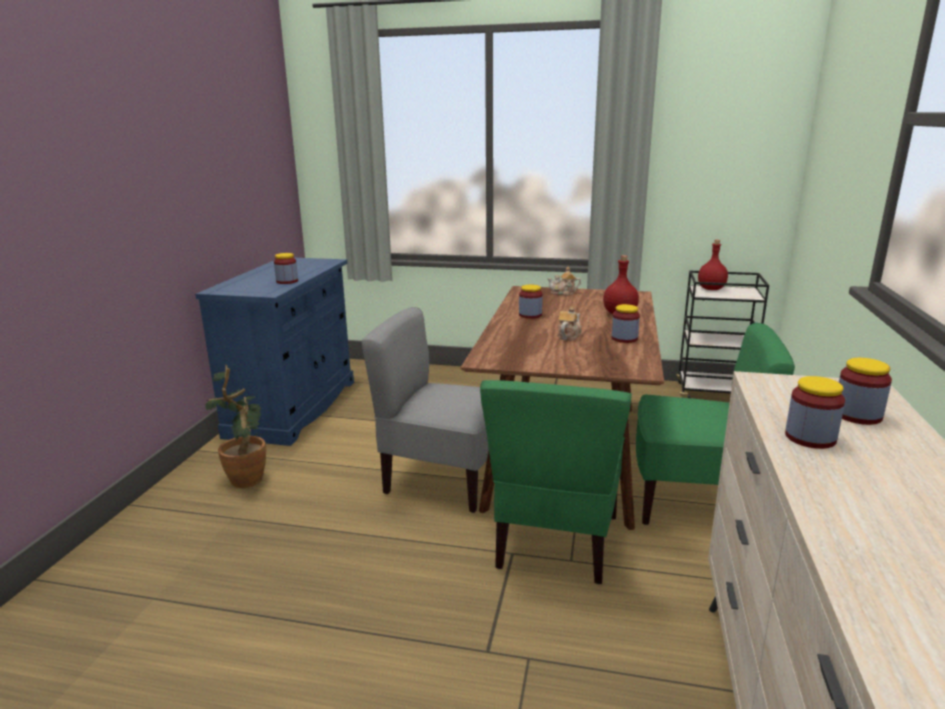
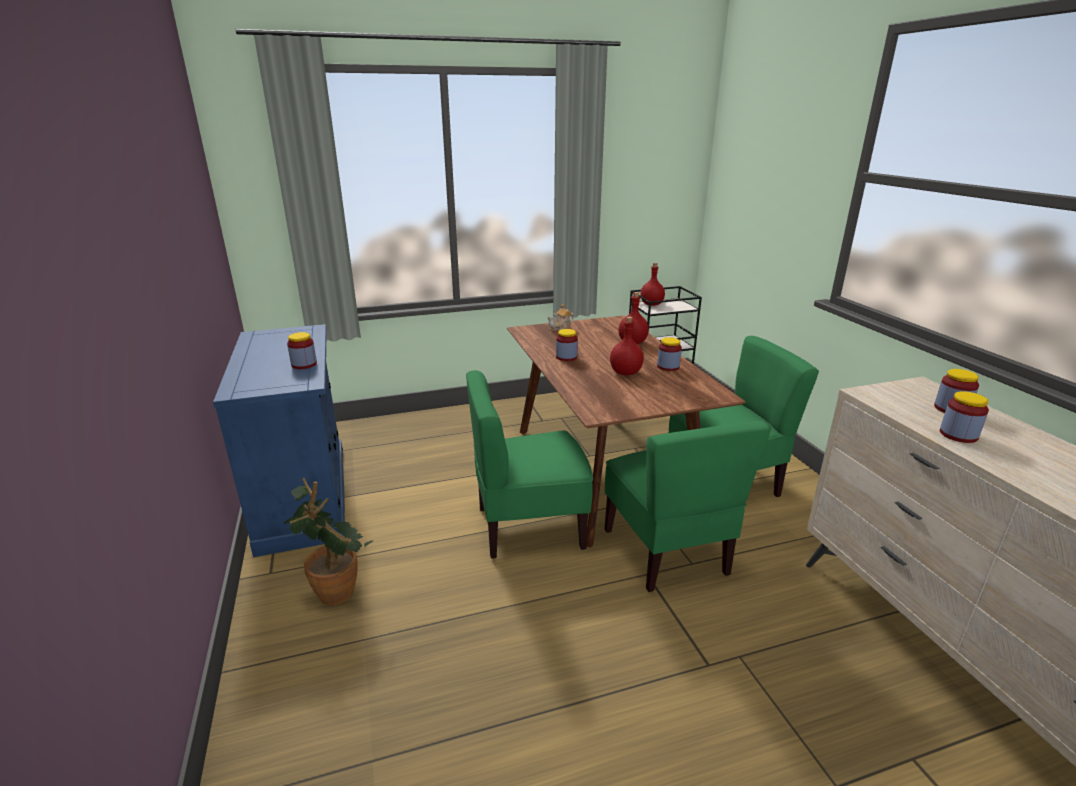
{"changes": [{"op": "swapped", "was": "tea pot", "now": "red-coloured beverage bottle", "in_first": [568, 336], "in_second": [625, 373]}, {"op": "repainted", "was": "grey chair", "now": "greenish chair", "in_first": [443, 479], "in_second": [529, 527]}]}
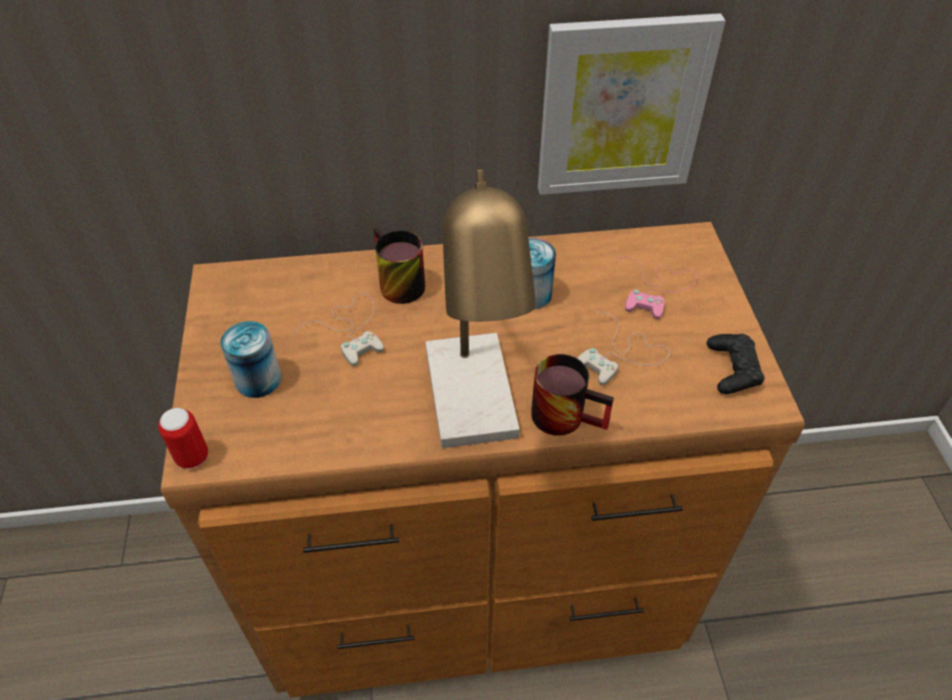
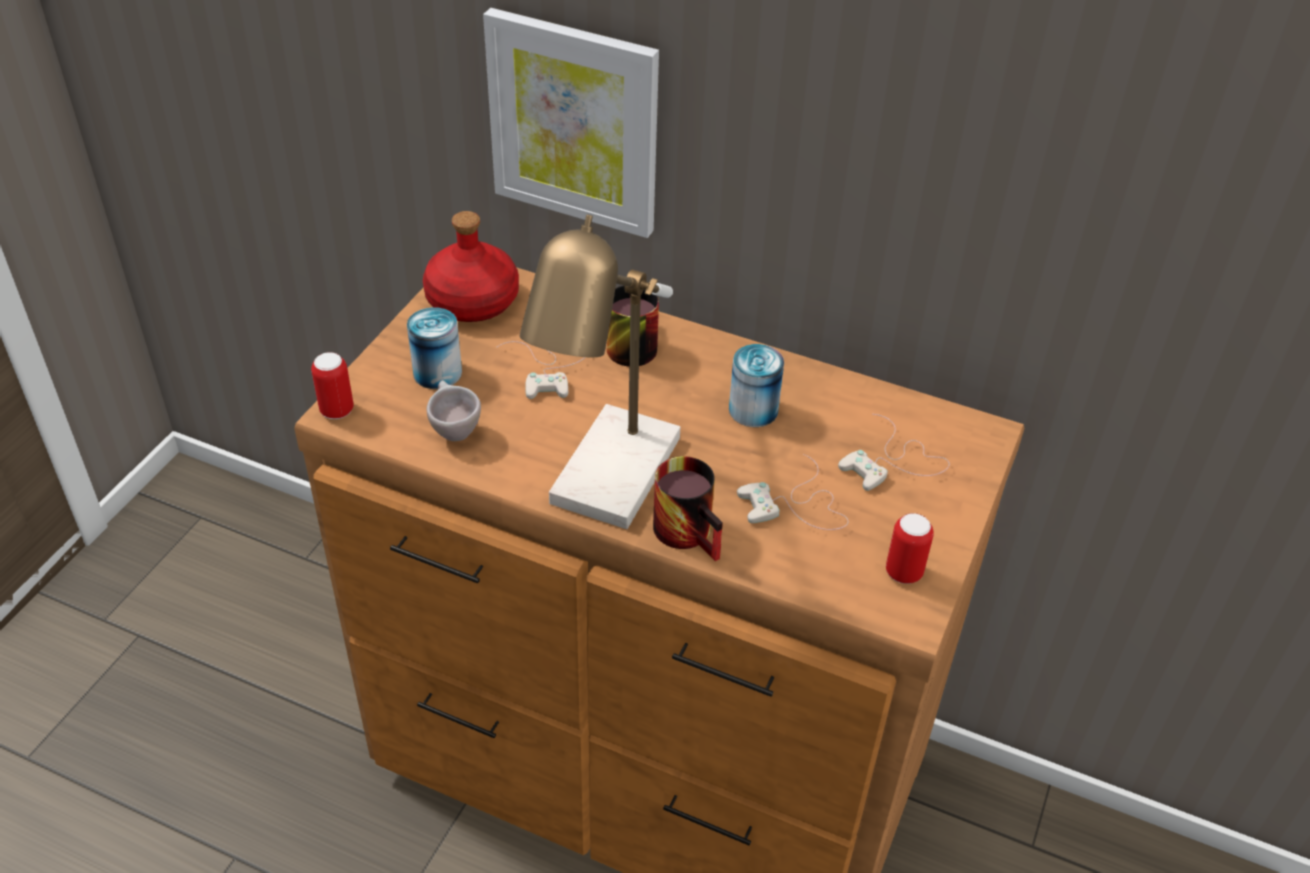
{"changes": [{"op": "new", "now": "red-coloured beverage bottle", "in_second": [471, 301]}, {"op": "new", "now": "beige small cup", "in_second": [453, 429]}, {"op": "shifted", "was": "picture", "in_first": [622, 106], "in_second": [575, 122]}, {"op": "swapped", "was": "black-coloured game controller", "now": "can", "in_first": [733, 369], "in_second": [903, 572]}, {"op": "repainted", "was": "pink-coloured game controller", "now": "white-coloured game controller", "in_first": [656, 288], "in_second": [894, 462]}]}
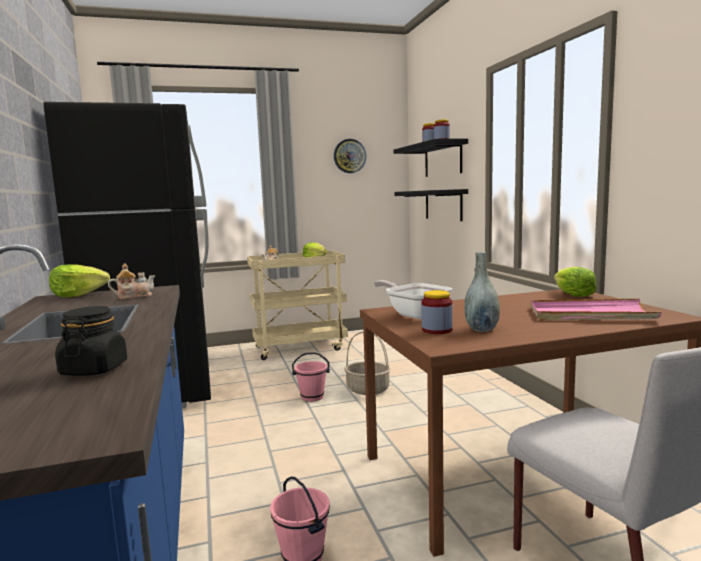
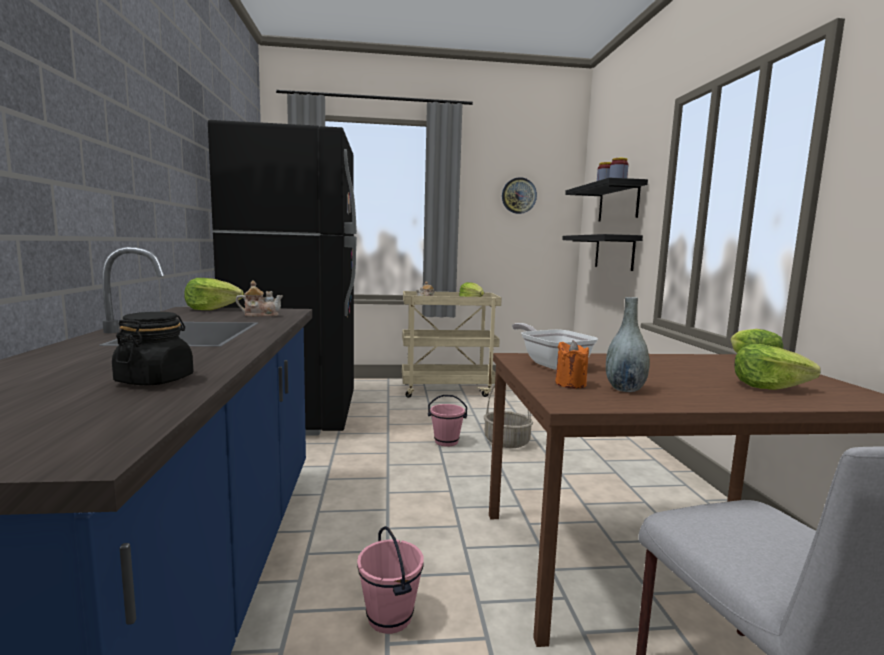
{"changes": [{"op": "swapped", "was": "jar", "now": "orange-coloured wax candle", "in_first": [437, 330], "in_second": [570, 384]}, {"op": "swapped", "was": "pink-coloured serving tray", "now": "head of lettuce", "in_first": [589, 314], "in_second": [768, 387]}]}
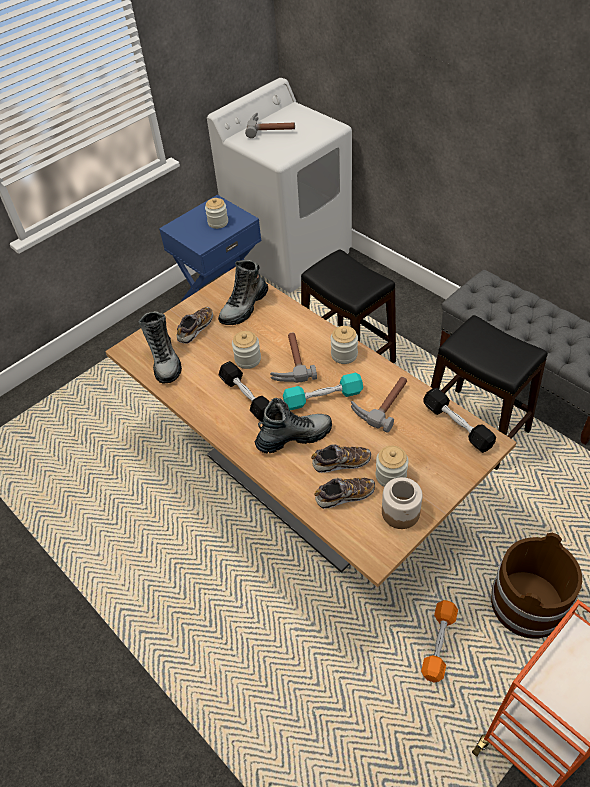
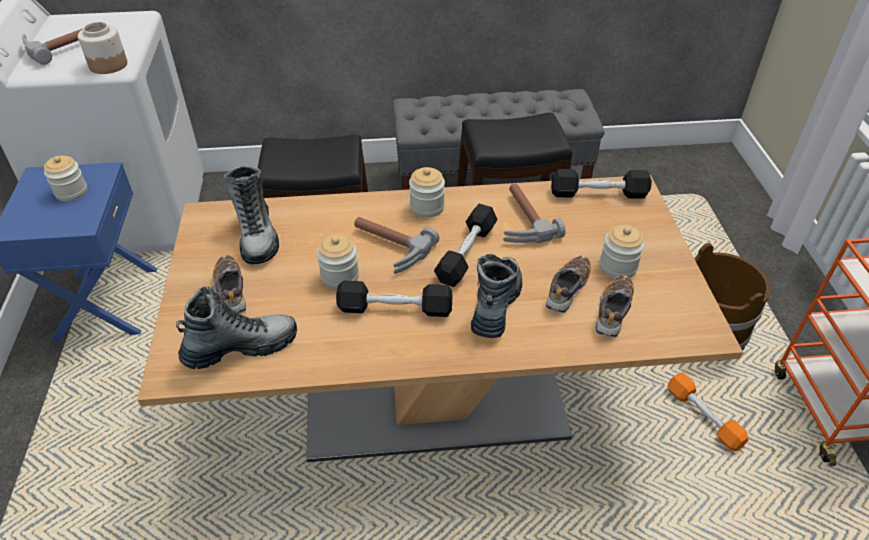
{"changes": [{"op": "shifted", "was": "jar", "in_first": [401, 512], "in_second": [108, 65]}, {"op": "repainted", "was": "blue-green dumbbell", "now": "black-coloured dumbbell", "in_first": [323, 398], "in_second": [466, 253]}, {"op": "rotated", "was": "boot", "in_first": [165, 360], "in_second": [241, 347], "clockwise": -45}]}
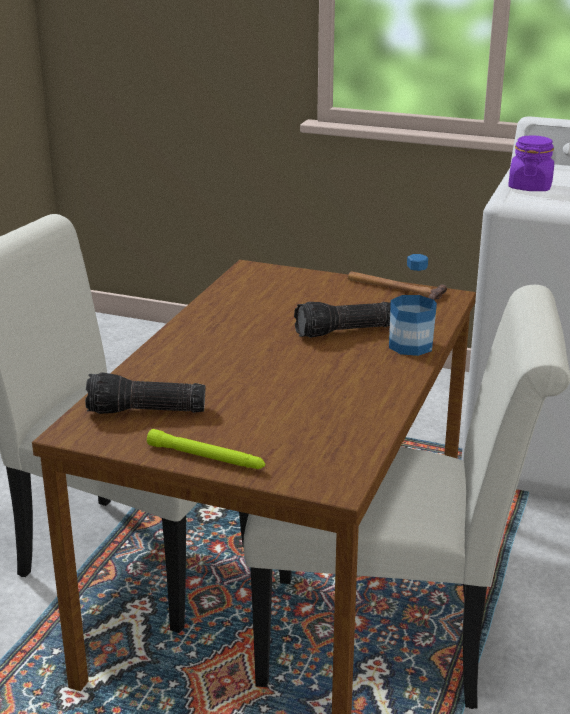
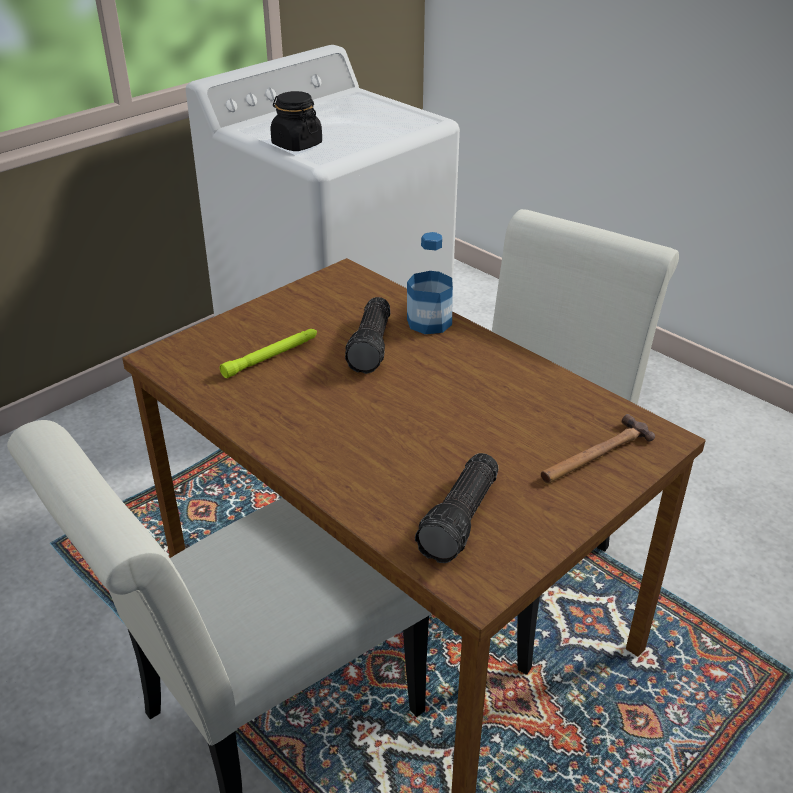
{"changes": [{"op": "shifted", "was": "greenish flashlight", "in_first": [206, 457], "in_second": [271, 357]}, {"op": "shifted", "was": "hand hammer", "in_first": [394, 288], "in_second": [594, 455]}, {"op": "repainted", "was": "purple-coloured jar", "now": "black-coloured jar", "in_first": [530, 187], "in_second": [296, 144]}]}
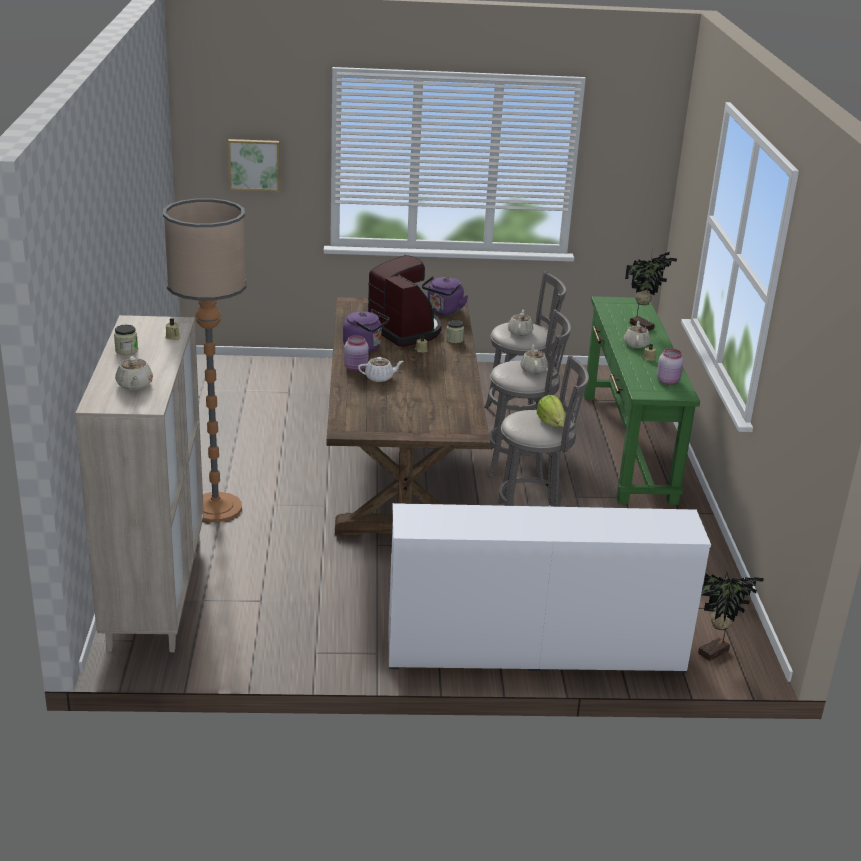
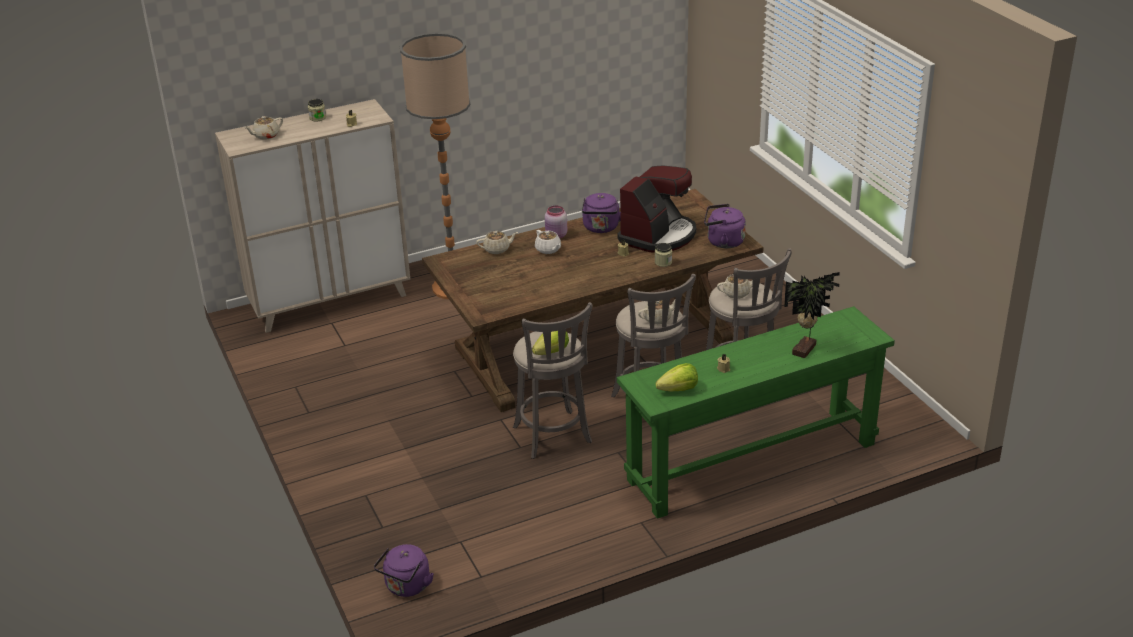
{"changes": [{"op": "gone", "was": "picture", "in_first": [254, 164]}, {"op": "gone", "was": "white-coloured dresser", "in_first": [534, 650]}, {"op": "shifted", "was": "beige tea pot", "in_first": [636, 344], "in_second": [497, 249]}, {"op": "swapped", "was": "pink-coloured jar", "now": "head of lettuce", "in_first": [668, 381], "in_second": [679, 390]}, {"op": "swapped", "was": "potted plant", "now": "purple-coloured kettle", "in_first": [715, 653], "in_second": [406, 587]}]}
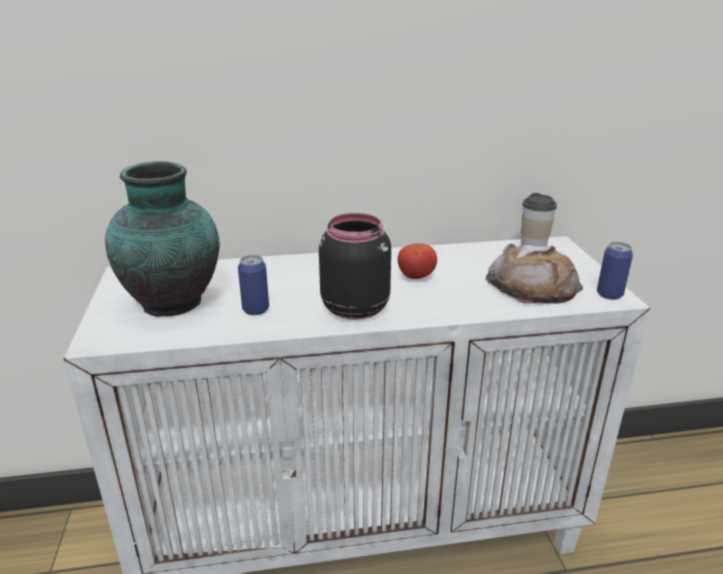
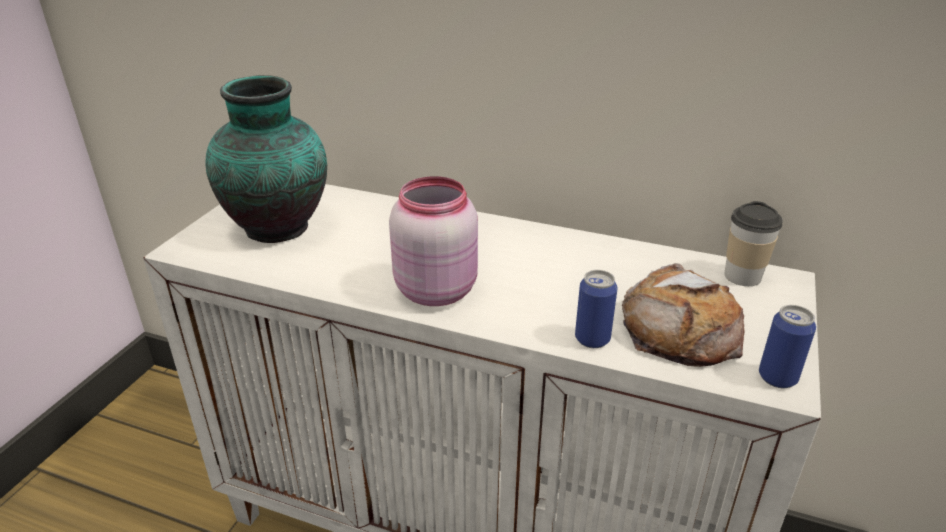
{"changes": [{"op": "gone", "was": "whole tomato", "in_first": [416, 277]}, {"op": "shifted", "was": "can", "in_first": [256, 309], "in_second": [592, 339]}, {"op": "repainted", "was": "black-coloured jar", "now": "pink-coloured jar", "in_first": [354, 308], "in_second": [436, 289]}]}
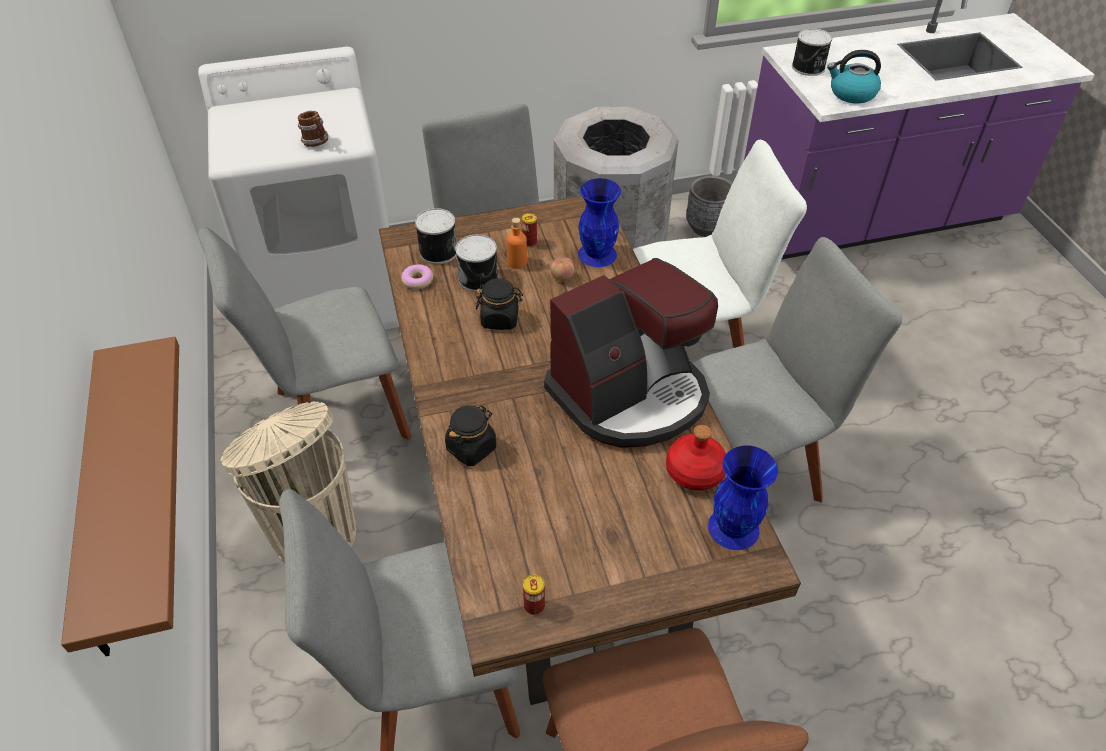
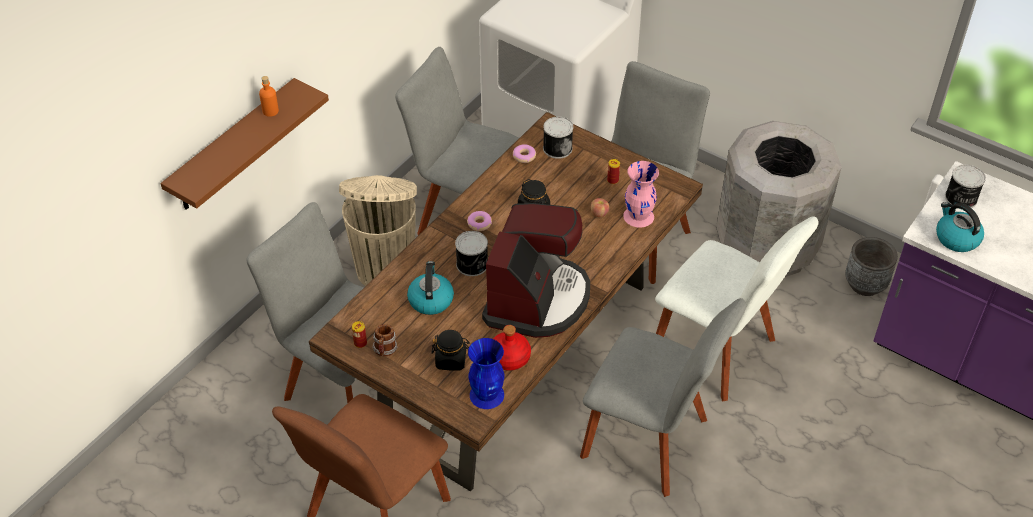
{"changes": [{"op": "new", "now": "kettle", "in_second": [430, 300]}, {"op": "new", "now": "donut", "in_second": [479, 223]}, {"op": "shifted", "was": "tea mug", "in_first": [317, 143], "in_second": [385, 350]}, {"op": "shifted", "was": "black-coloured jar", "in_first": [471, 448], "in_second": [451, 360]}, {"op": "shifted", "was": "can", "in_first": [479, 278], "in_second": [473, 264]}, {"op": "shifted", "was": "orange-coloured beverage bottle", "in_first": [517, 262], "in_second": [270, 111]}, {"op": "repainted", "was": "blue flower vase", "now": "pink-coloured flower vase", "in_first": [598, 254], "in_second": [639, 216]}, {"op": "rotated", "was": "coffee brewer", "in_first": [630, 395], "in_second": [537, 299], "clockwise": -90}]}
